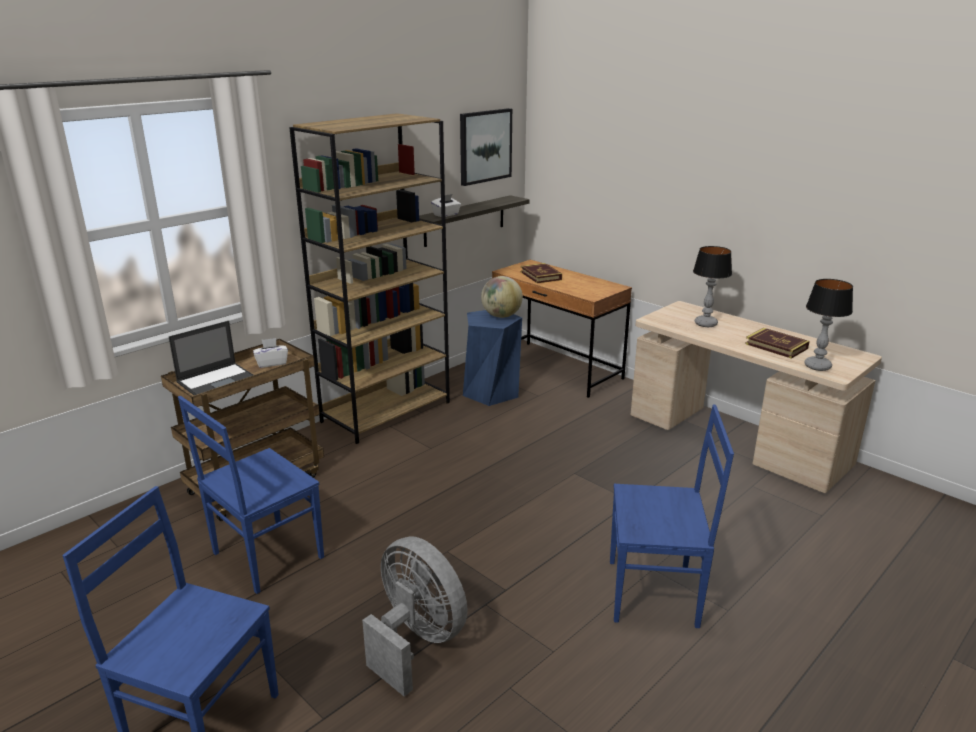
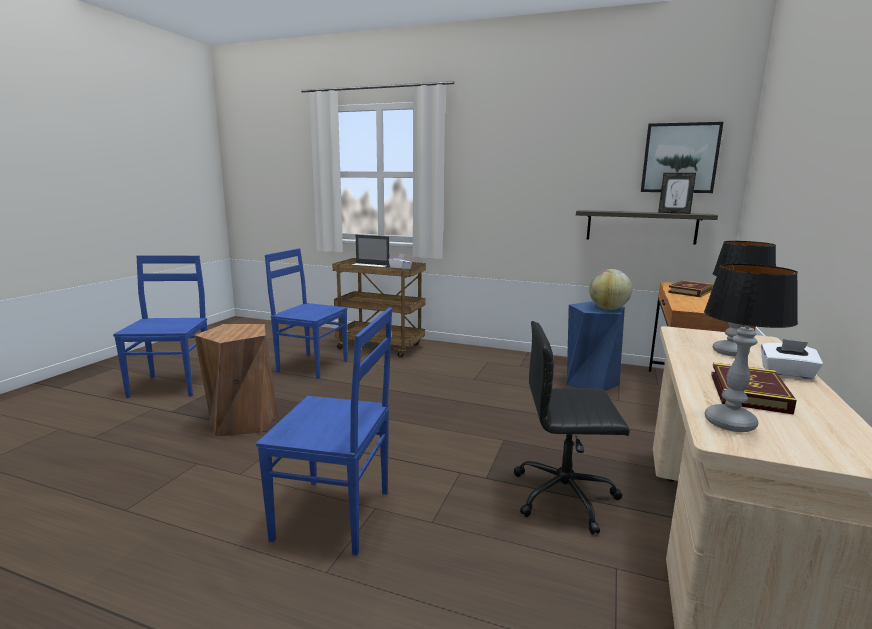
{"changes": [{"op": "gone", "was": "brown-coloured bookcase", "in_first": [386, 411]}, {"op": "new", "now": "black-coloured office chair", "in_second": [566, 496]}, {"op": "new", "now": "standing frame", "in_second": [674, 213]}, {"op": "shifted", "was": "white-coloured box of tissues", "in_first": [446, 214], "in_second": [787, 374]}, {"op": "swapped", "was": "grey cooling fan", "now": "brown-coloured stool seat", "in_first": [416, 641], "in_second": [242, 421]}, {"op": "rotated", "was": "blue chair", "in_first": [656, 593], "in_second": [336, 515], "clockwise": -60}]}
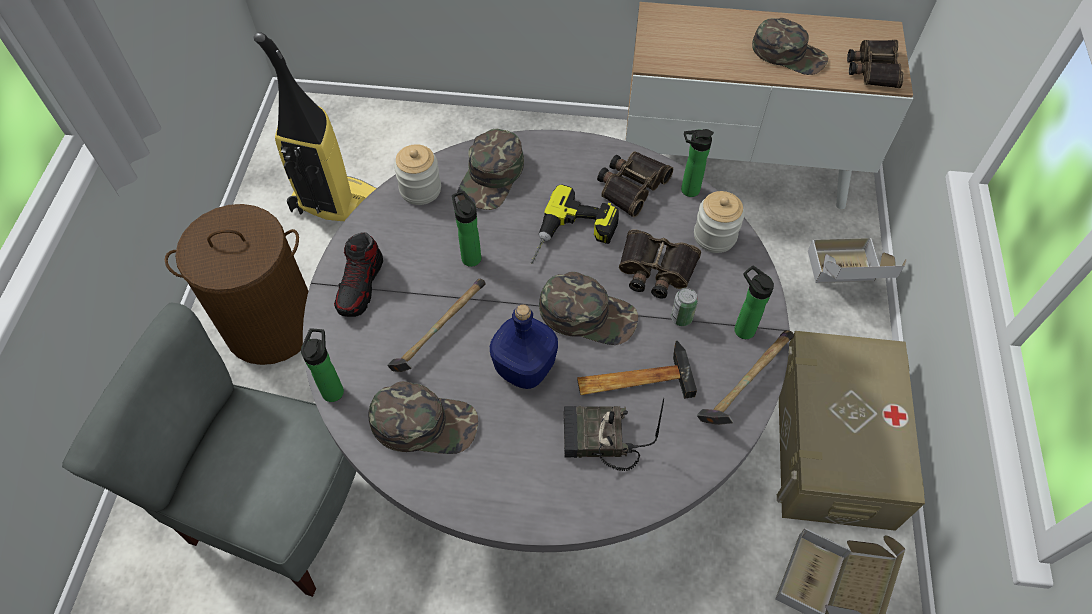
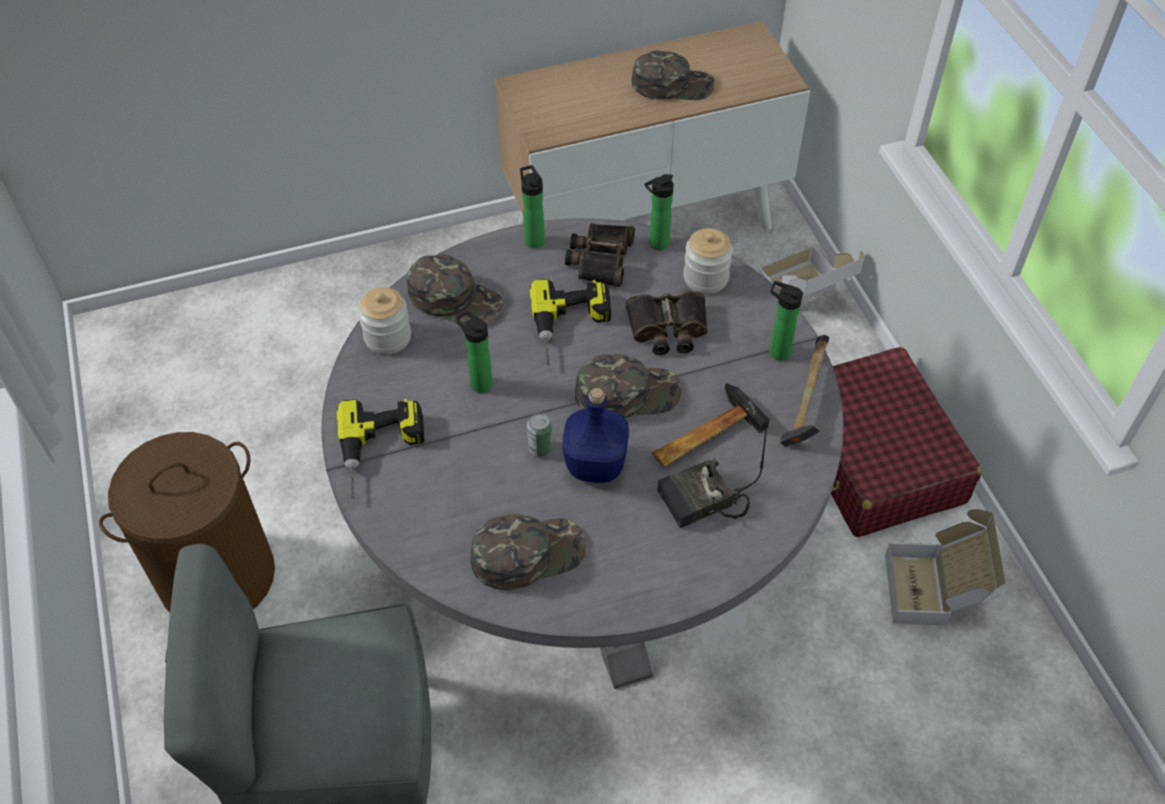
{"changes": [{"op": "gone", "was": "vacuum cleaner", "in_first": [338, 206]}, {"op": "gone", "was": "hand hammer", "in_first": [438, 334]}, {"op": "gone", "was": "binoculars", "in_first": [873, 68]}, {"op": "shifted", "was": "beverage bottle", "in_first": [333, 389], "in_second": [533, 239]}, {"op": "shifted", "was": "can", "in_first": [681, 318], "in_second": [540, 448]}, {"op": "swapped", "was": "low shoe", "now": "electric drill", "in_first": [360, 285], "in_second": [382, 452]}, {"op": "swapped", "was": "beige storage box", "now": "red-coloured suitcase", "in_first": [833, 444], "in_second": [874, 458]}, {"op": "rotated", "was": "greenish baseball cap", "in_first": [492, 177], "in_second": [455, 299], "clockwise": -60}]}
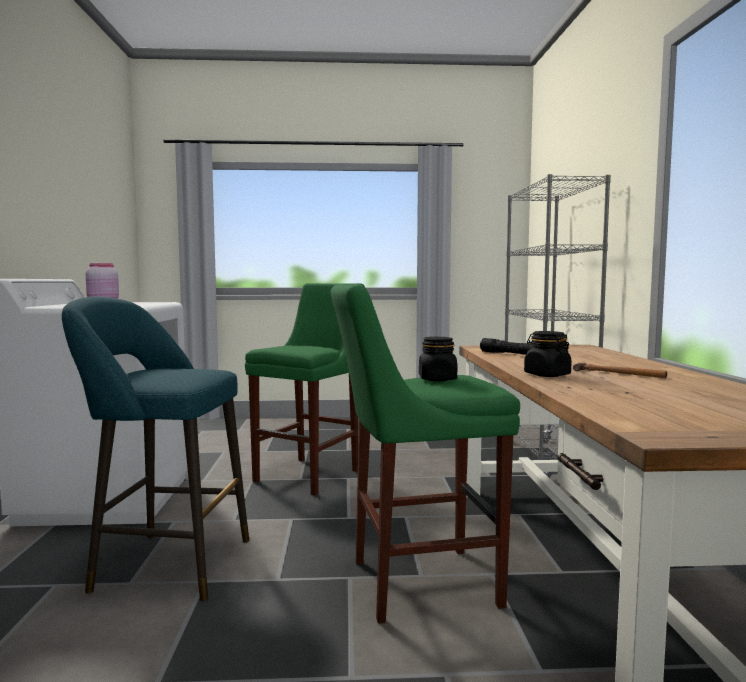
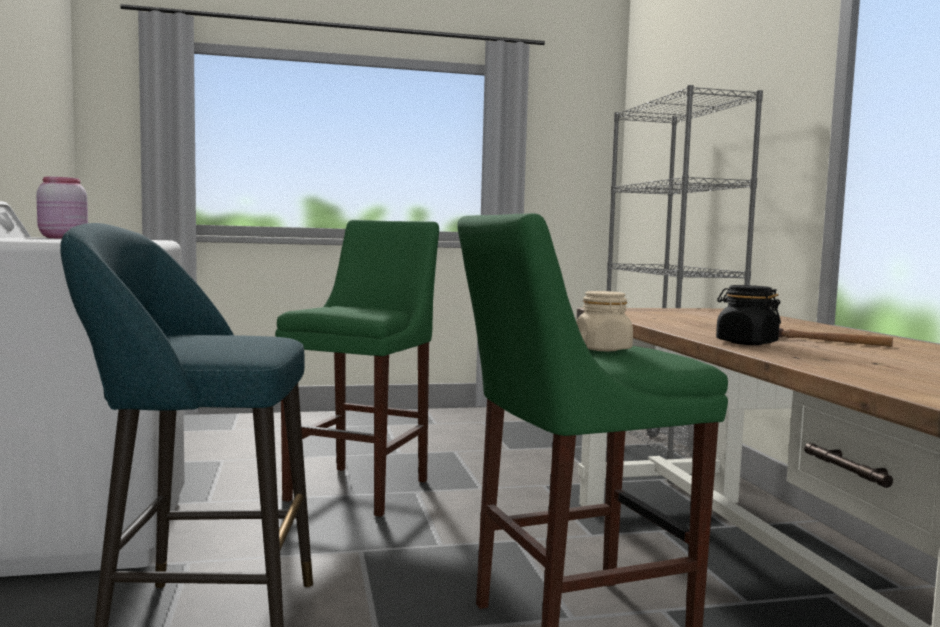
{"changes": [{"op": "gone", "was": "black-coloured flashlight", "in_first": [509, 354]}, {"op": "repainted", "was": "black-coloured jar", "now": "beige jar", "in_first": [437, 379], "in_second": [603, 349]}]}
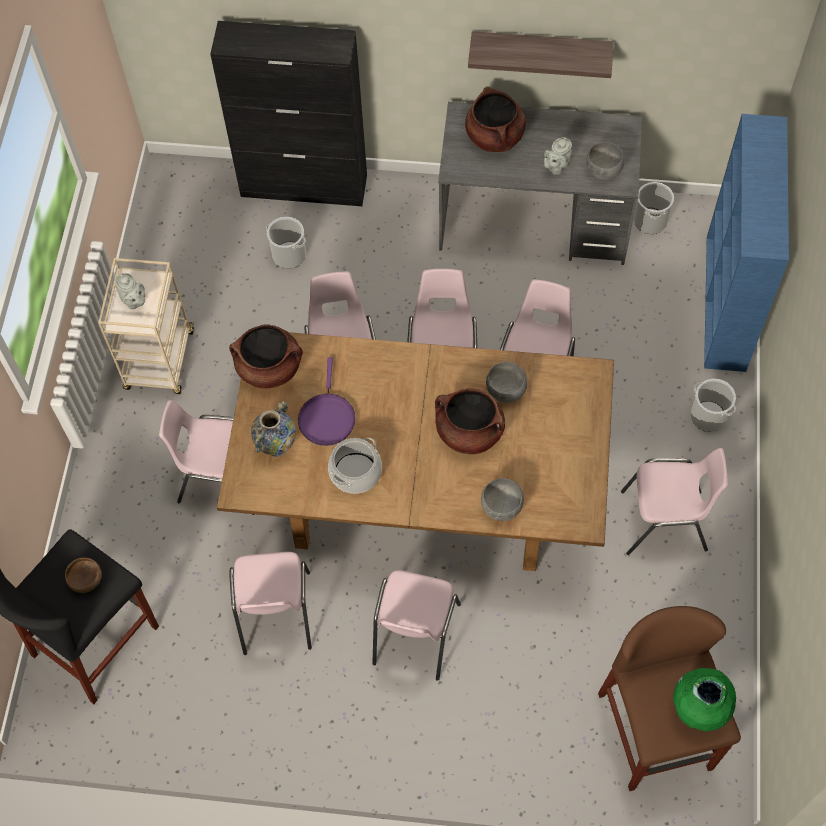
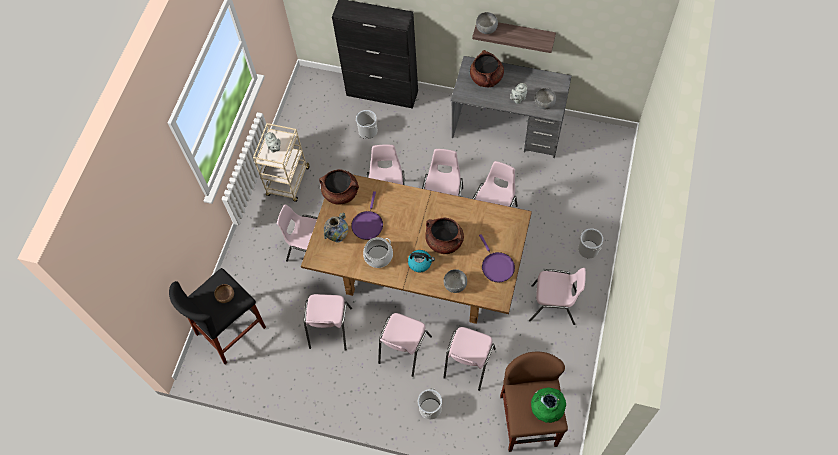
{"changes": [{"op": "gone", "was": "blue bookcase", "in_first": [726, 304]}, {"op": "new", "now": "kettle", "in_second": [420, 263]}, {"op": "new", "now": "pink-coloured chair", "in_second": [468, 363]}, {"op": "new", "now": "purple-coloured frying pan", "in_second": [496, 266]}, {"op": "shifted", "was": "grey bowl", "in_first": [505, 392], "in_second": [486, 30]}, {"op": "shifted", "was": "pail", "in_first": [650, 221], "in_second": [430, 408]}]}
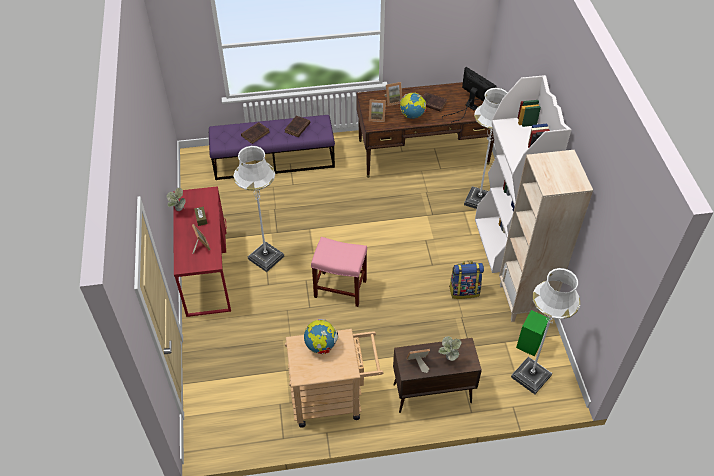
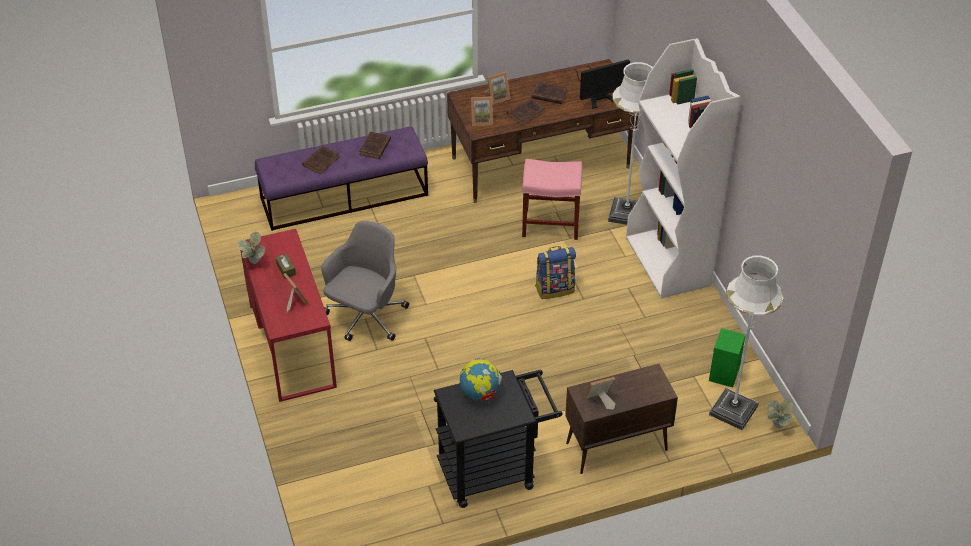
{"changes": [{"op": "gone", "was": "beige bookcase", "in_first": [524, 301]}, {"op": "shifted", "was": "pink-coloured stool seat", "in_first": [339, 289], "in_second": [549, 224]}, {"op": "shifted", "was": "potted plant", "in_first": [448, 359], "in_second": [776, 427]}, {"op": "shifted", "was": "backpack", "in_first": [464, 290], "in_second": [555, 288]}, {"op": "swapped", "was": "white-coloured floor lamp", "now": "grey office chair", "in_first": [266, 257], "in_second": [365, 317]}, {"op": "swapped", "was": "globe", "now": "brown-coloured bound book", "in_first": [412, 115], "in_second": [526, 113]}, {"op": "repainted", "was": "beige cart", "now": "black-coloured cart", "in_first": [333, 399], "in_second": [494, 470]}, {"op": "rotated", "was": "monitor", "in_first": [469, 107], "in_second": [598, 94], "clockwise": 120}]}
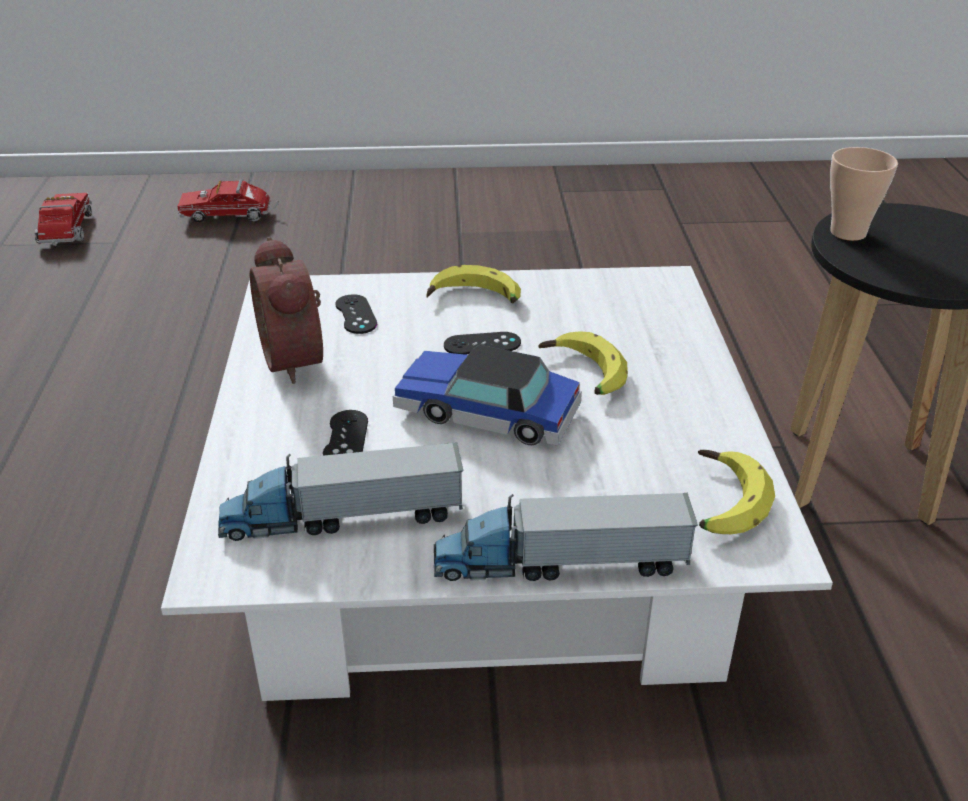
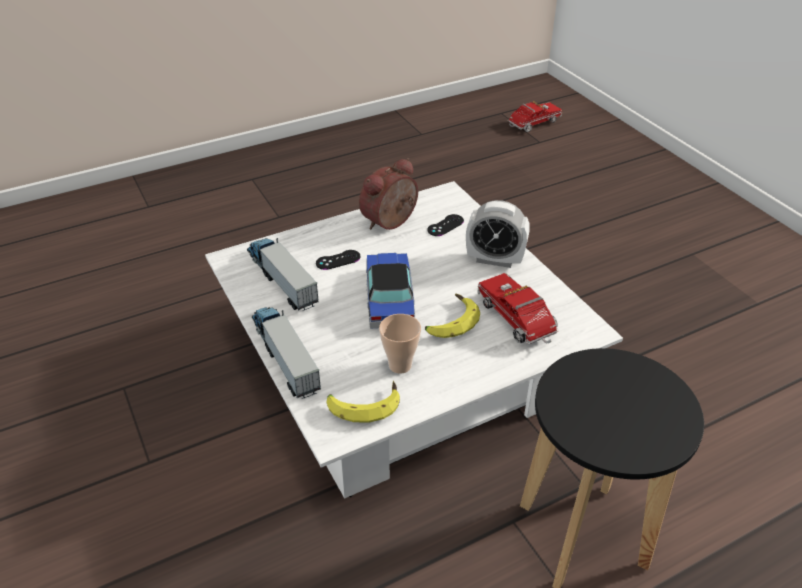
{"changes": [{"op": "gone", "was": "black-coloured game controller", "in_first": [482, 344]}, {"op": "shifted", "was": "model truck", "in_first": [231, 216], "in_second": [518, 321]}, {"op": "shifted", "was": "small cup", "in_first": [848, 233], "in_second": [400, 365]}, {"op": "swapped", "was": "whole banana", "now": "table clock", "in_first": [473, 300], "in_second": [494, 259]}]}
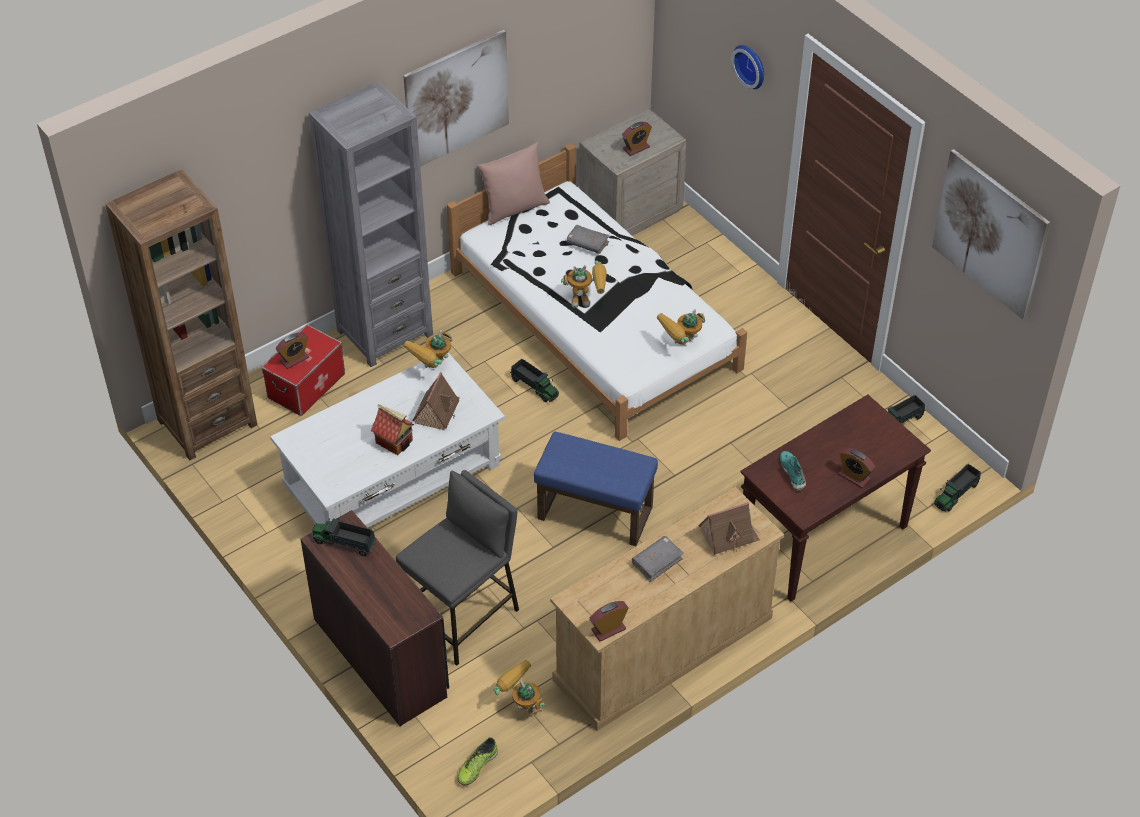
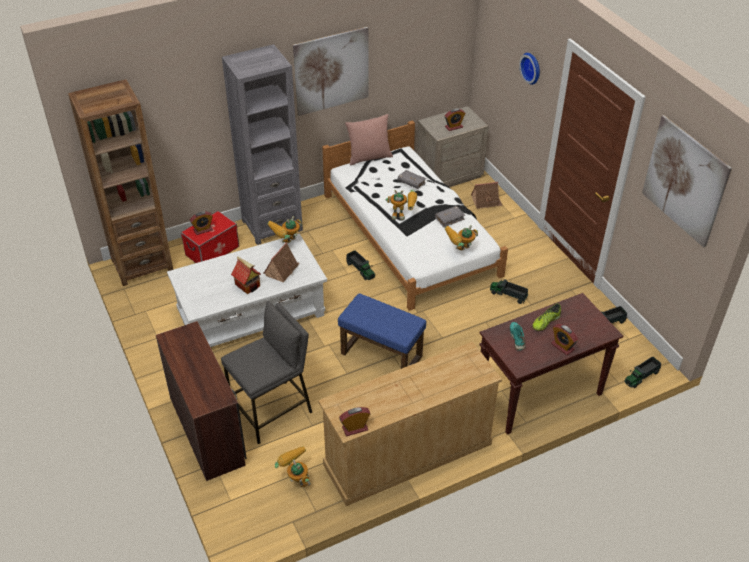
{"changes": [{"op": "shifted", "was": "model truck", "in_first": [344, 543], "in_second": [508, 295]}, {"op": "shifted", "was": "low shoe", "in_first": [477, 766], "in_second": [545, 322]}, {"op": "shifted", "was": "grey bound book", "in_first": [657, 562], "in_second": [449, 219]}, {"op": "shifted", "was": "toy house", "in_first": [728, 535], "in_second": [486, 202]}]}
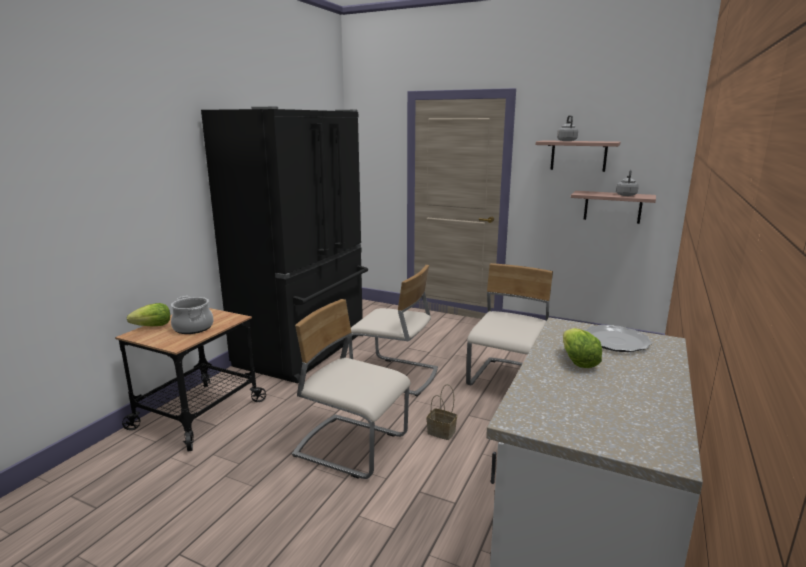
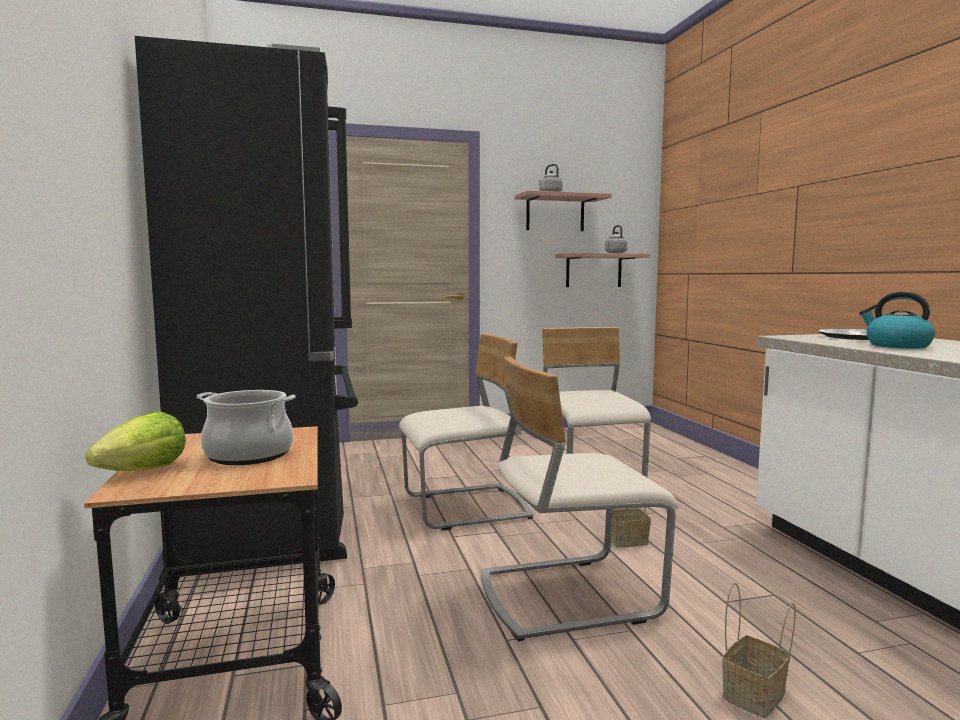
{"changes": [{"op": "new", "now": "household basket", "in_second": [754, 697]}, {"op": "swapped", "was": "head of lettuce", "now": "kettle", "in_first": [578, 362], "in_second": [897, 346]}]}
